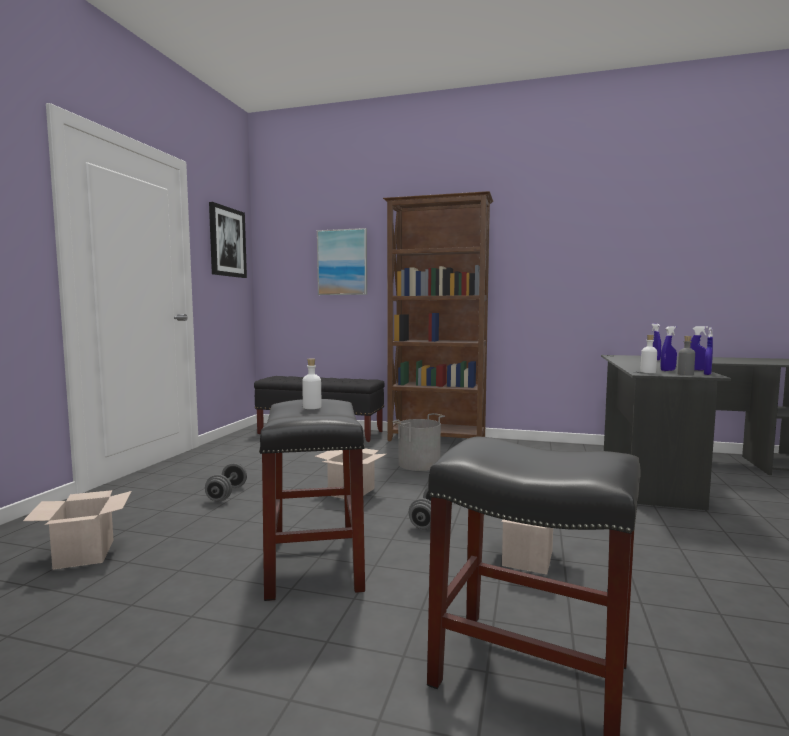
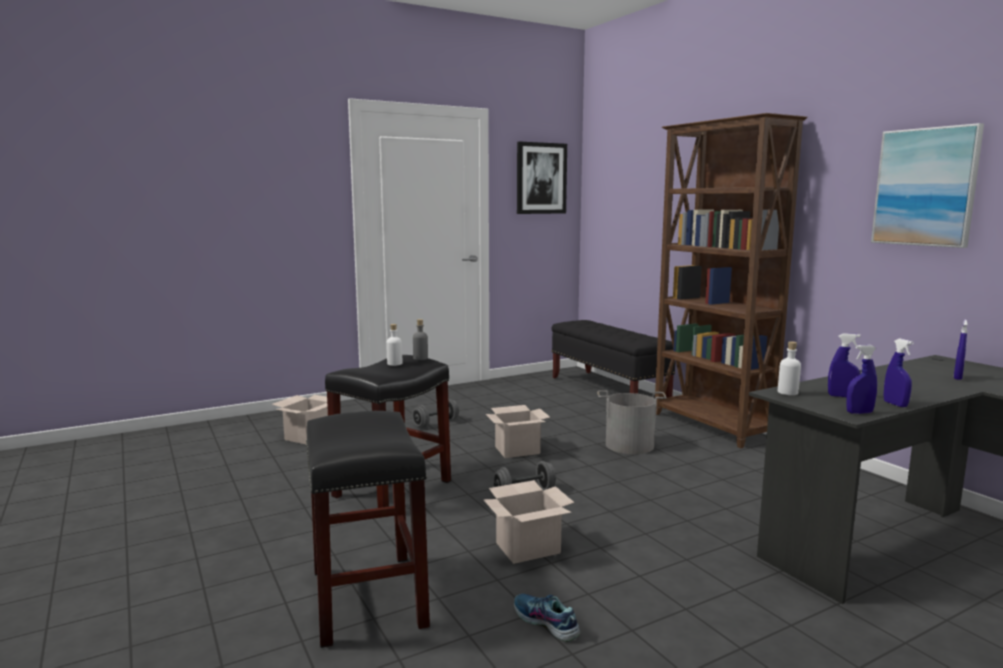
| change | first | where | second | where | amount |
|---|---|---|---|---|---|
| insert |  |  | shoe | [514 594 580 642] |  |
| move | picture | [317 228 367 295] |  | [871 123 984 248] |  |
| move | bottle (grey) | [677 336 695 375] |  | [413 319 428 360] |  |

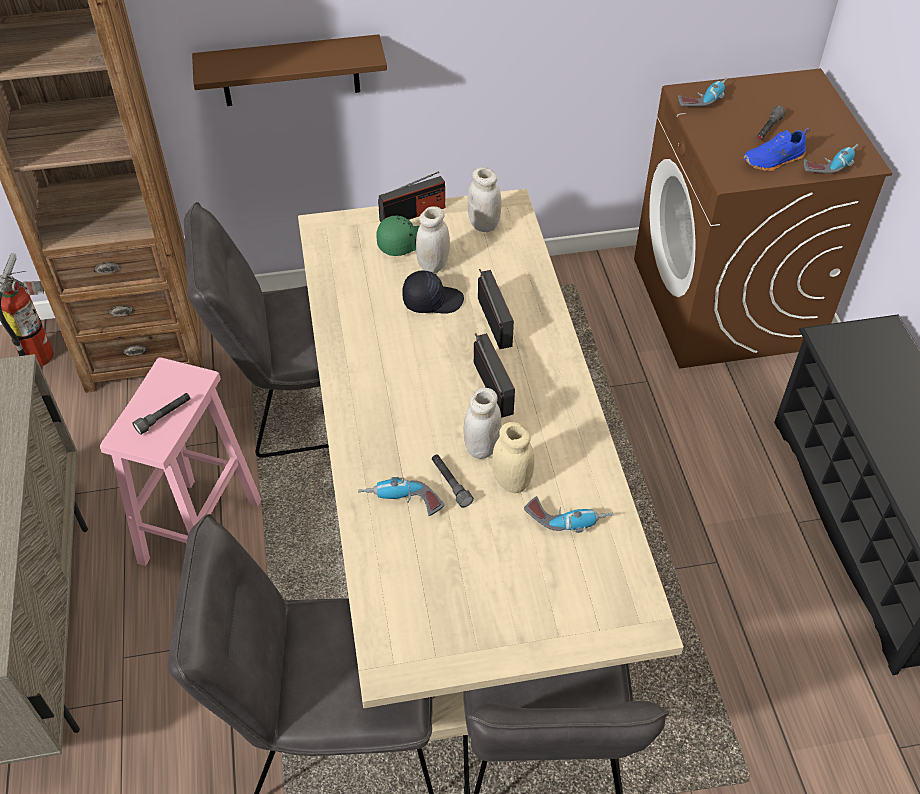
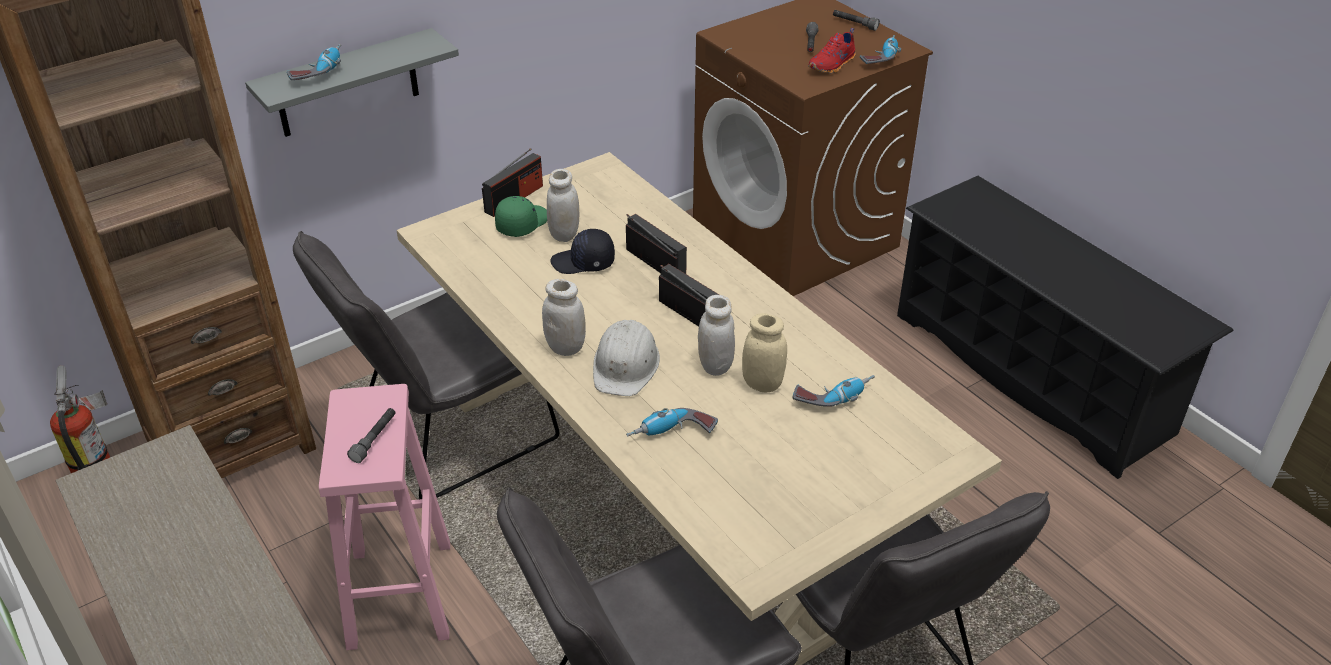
| change | first | where | second | where | amount |
|---|---|---|---|---|---|
| insert |  |  | hard hat (white) | [593 320 660 396] |  |
| move | flashlight (grey) | [432 455 474 508] |  | [833 10 880 31] |  |
| move | jar (white) | [467 167 501 232] |  | [542 279 586 356] |  |
| move | power drill | [678 78 727 106] |  | [287 44 341 80] |  |
| recolor | shelf (brown) | [192 34 387 106] | shelf (grey) | [245 28 459 137] |  |
| recolor | shoe (blue) | [743 127 810 171] | shoe (red) | [808 28 855 74] |  |
| rotate | cap (black) | [402 271 464 314] |  | [551 229 615 274] | 150 degrees counterclockwise |

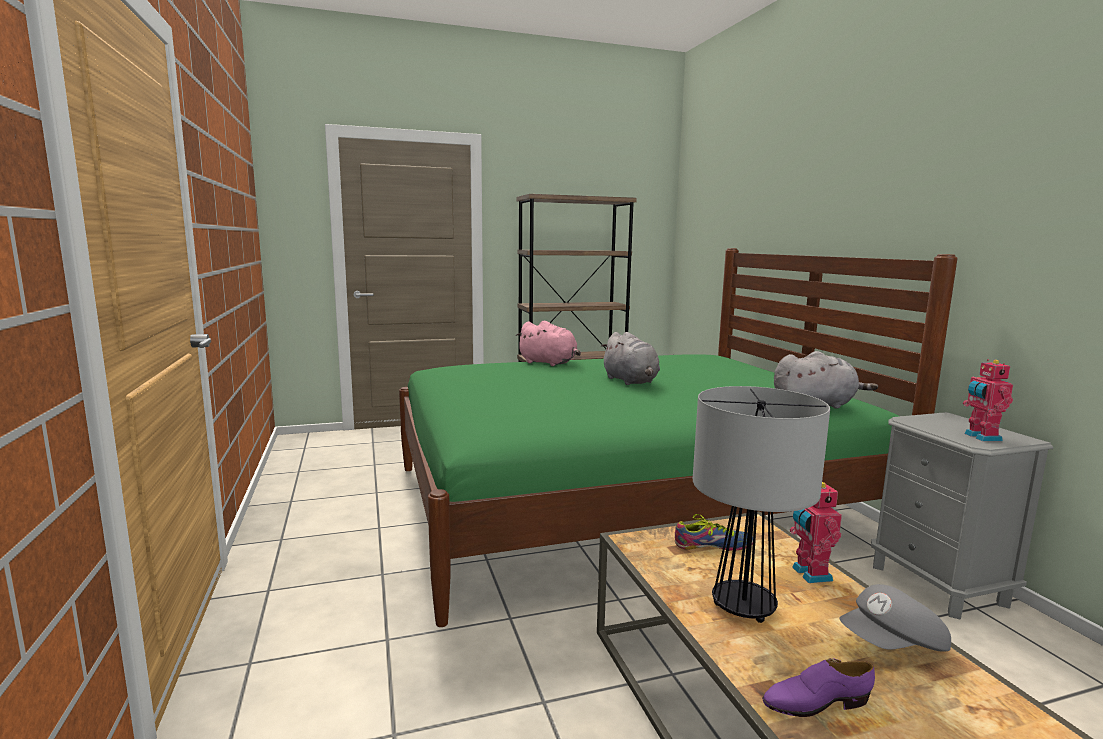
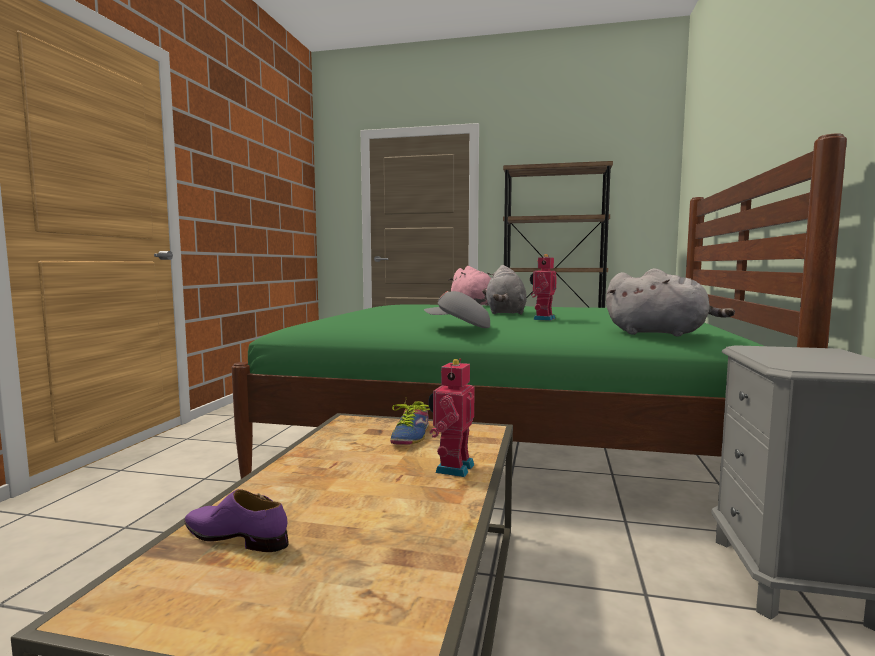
| change | first | where | second | where | amount |
|---|---|---|---|---|---|
| delete | table lamp | [693 386 830 623] |  |  |  |
| move | cap (grey) | [839 584 951 652] |  | [424 291 490 328] |  |
| move | toy robot | [963 359 1013 441] |  | [530 254 557 321] |  |
| rotate | shoe | [675 514 753 551] |  | [390 400 430 445] | 75 degrees clockwise |

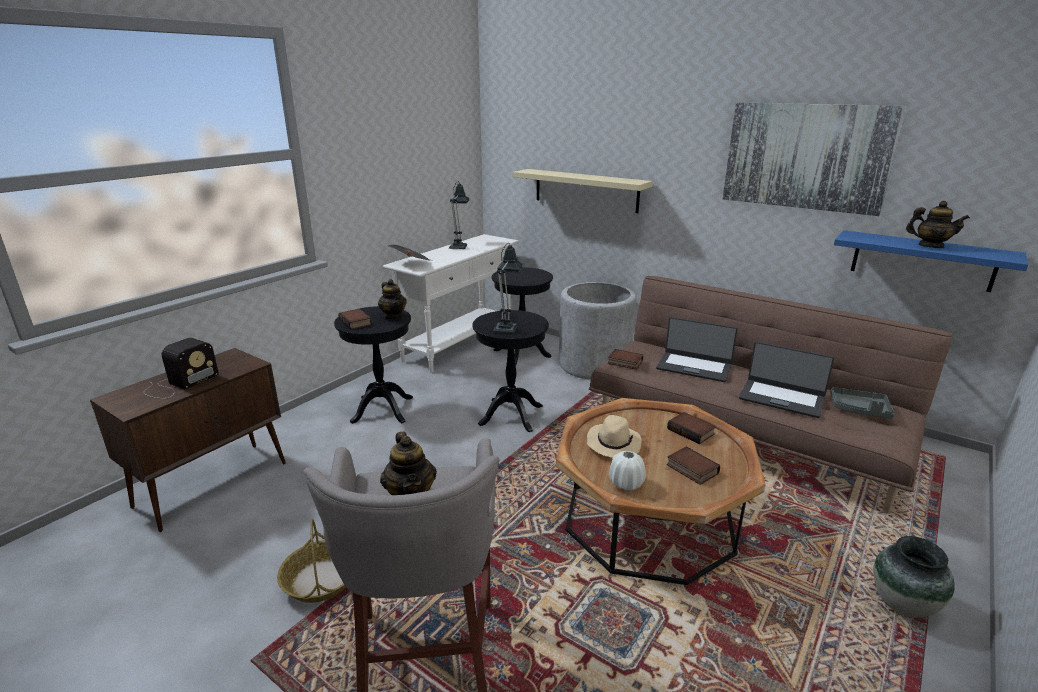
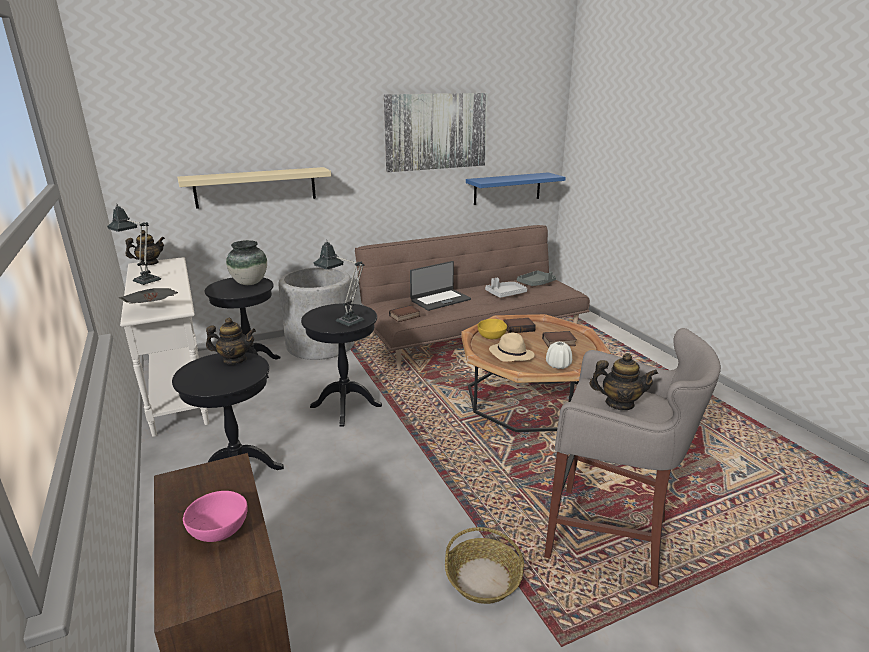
| change | first | where | second | where | amount |
|---|---|---|---|---|---|
| delete | book | [338 309 371 330] |  |  |  |
| insert |  |  | bowl (yellow) | [478 319 507 339] |  |
| move | vase | [873 536 955 618] |  | [226 240 267 285] |  |
| move | teapot | [906 201 970 248] |  | [126 230 165 265] |  |
| replace | radio | [144 338 219 399] | bowl (pink) | [183 491 248 542] |  |
| replace | laptop | [739 341 834 418] | tray (grey) | [485 278 527 298] |  |

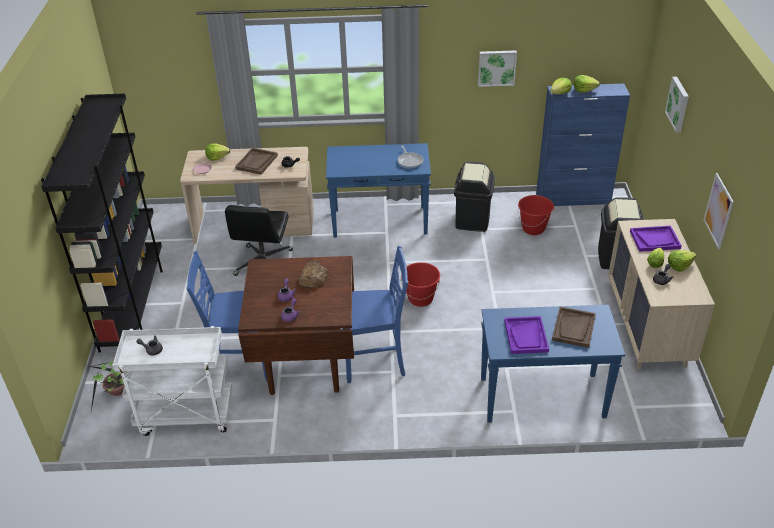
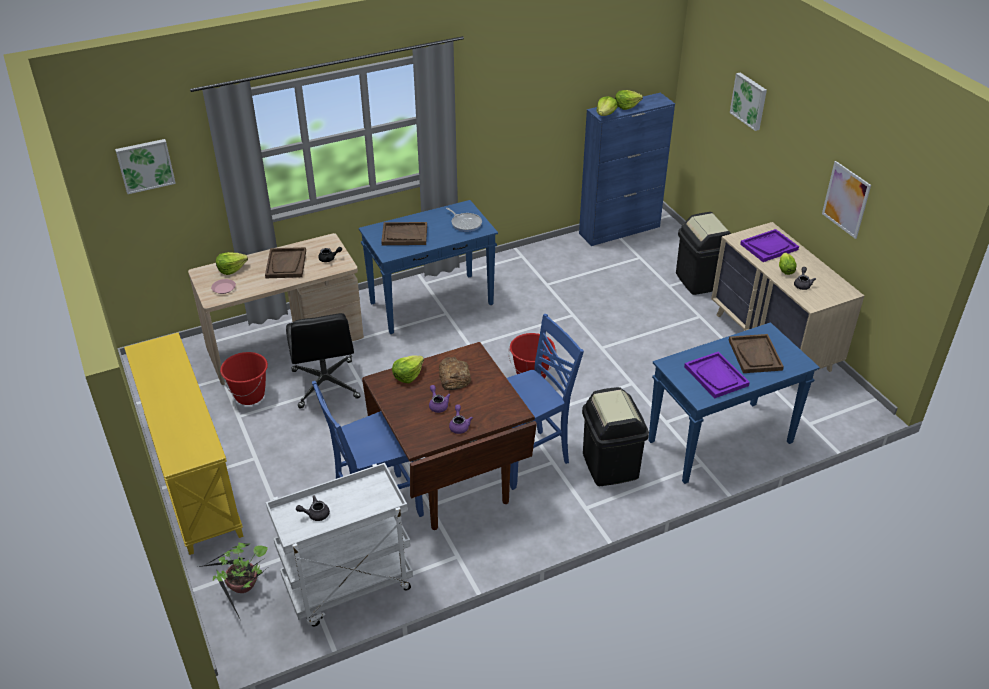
| change | first | where | second | where | amount |
|---|---|---|---|---|---|
| insert |  |  | tray (brown) | [381 222 427 245] |  |
| move | trash can (black) | [454 162 495 232] |  | [582 387 649 486] |  |
| move | picture | [478 50 517 87] |  | [115 139 176 194] |  |
| move | bucket (red) | [518 195 554 235] |  | [220 352 268 405] |  |
| move | lettuce | [668 250 696 272] |  | [392 356 424 383] |  |
| replace | bookcase (black) | [41 94 163 353] | console table (yellow) | [124 333 243 555] |  |

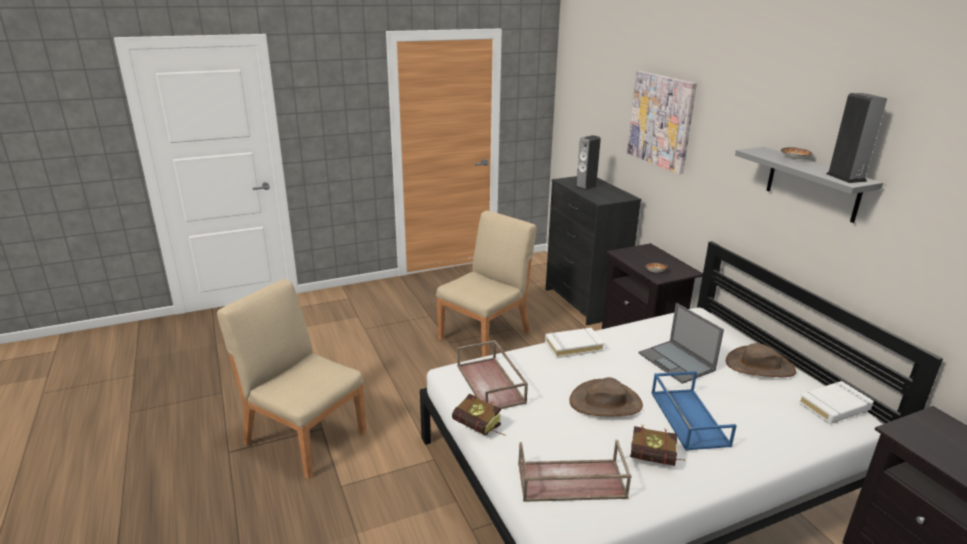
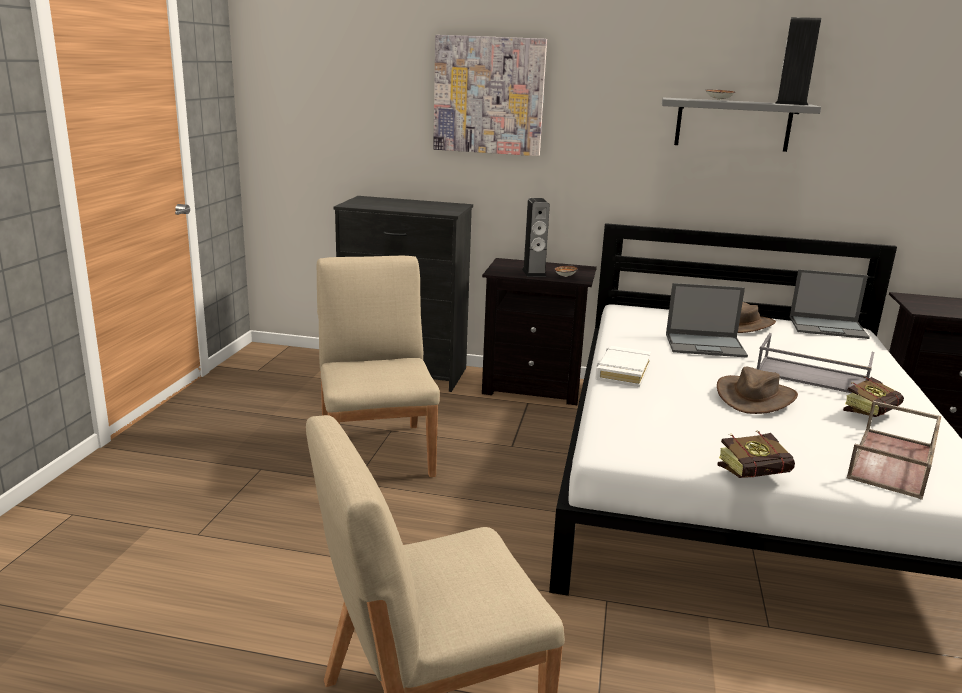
| change | first | where | second | where | amount |
|---|---|---|---|---|---|
| delete | tray (brown) | [457 340 528 409] |  |  |  |
| move | speaker | [575 135 601 191] |  | [522 198 550 277] |  |
| replace | book (white) | [798 381 874 424] | laptop | [790 269 870 339] |  |
| recolor | tray (blue) | [652 371 737 451] | tray (grey) | [757 333 874 393] |  |

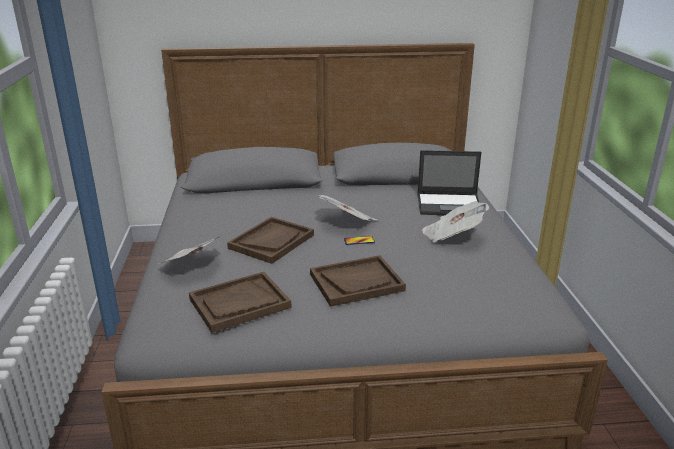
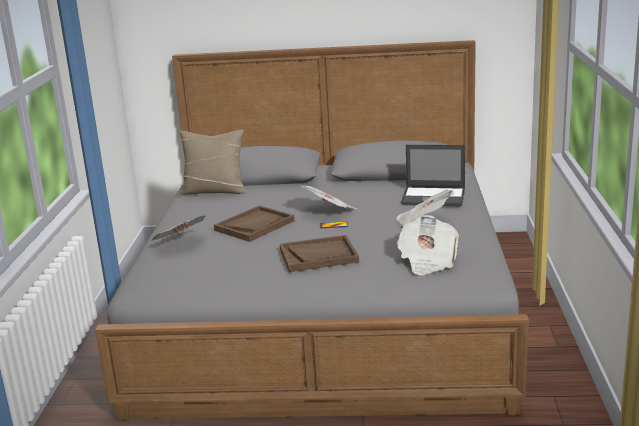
| change | first | where | second | where | amount |
|---|---|---|---|---|---|
| delete | tray (brown) | [189 272 292 333] |  |  |  |
| insert |  |  | pillow (beige) | [180 129 246 195] |  |
| insert |  |  | newspaper | [396 215 459 275] |  |

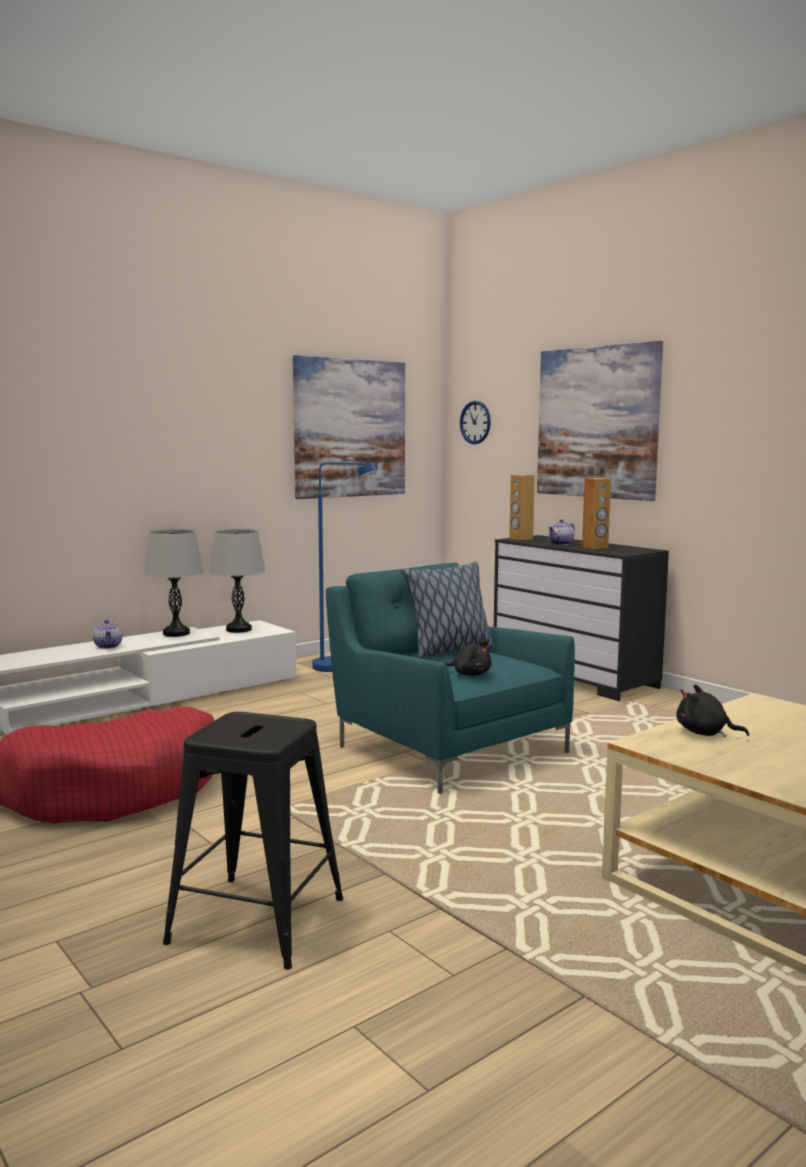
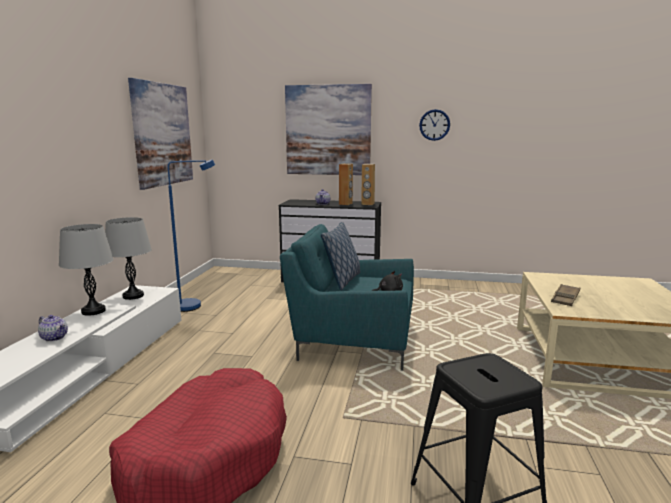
| change | first | where | second | where | amount |
|---|---|---|---|---|---|
| move | wall clock | [460 401 491 444] |  | [419 109 450 141] |  |
| move | speaker (brown) | [509 474 535 540] |  | [361 164 375 205] |  |
| replace | plush toy (black) | [676 685 749 737] | tray (brown) | [551 284 580 306] |  |

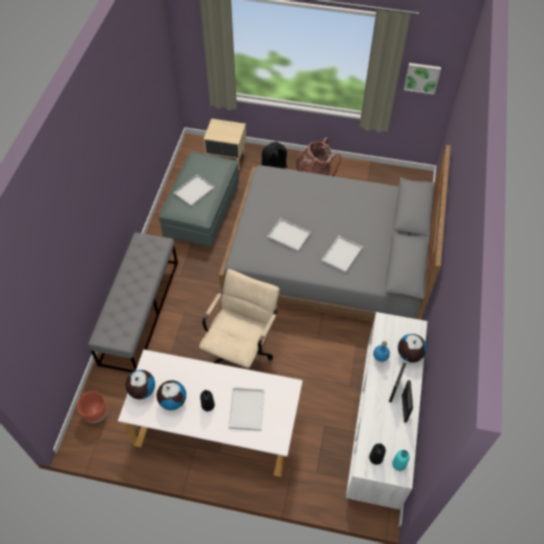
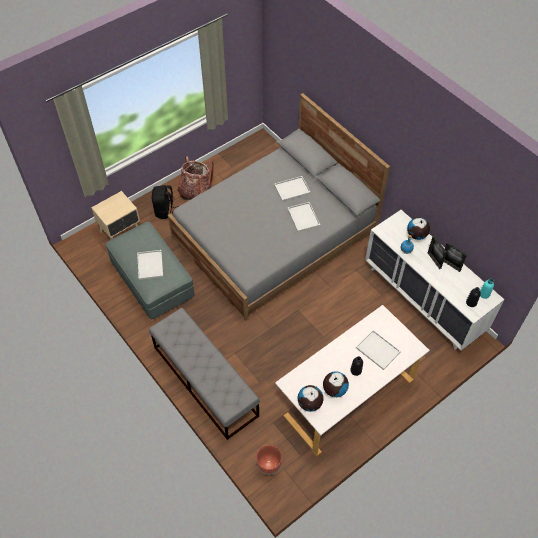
| change | first | where | second | where | amount |
|---|---|---|---|---|---|
| delete | office chair (beige) | [199 269 279 368] |  |  |  |
| delete | picture | [404 63 441 94] |  |  |  |
| move | tray (white) | [267 218 311 252] |  | [274 176 311 202] |  |

